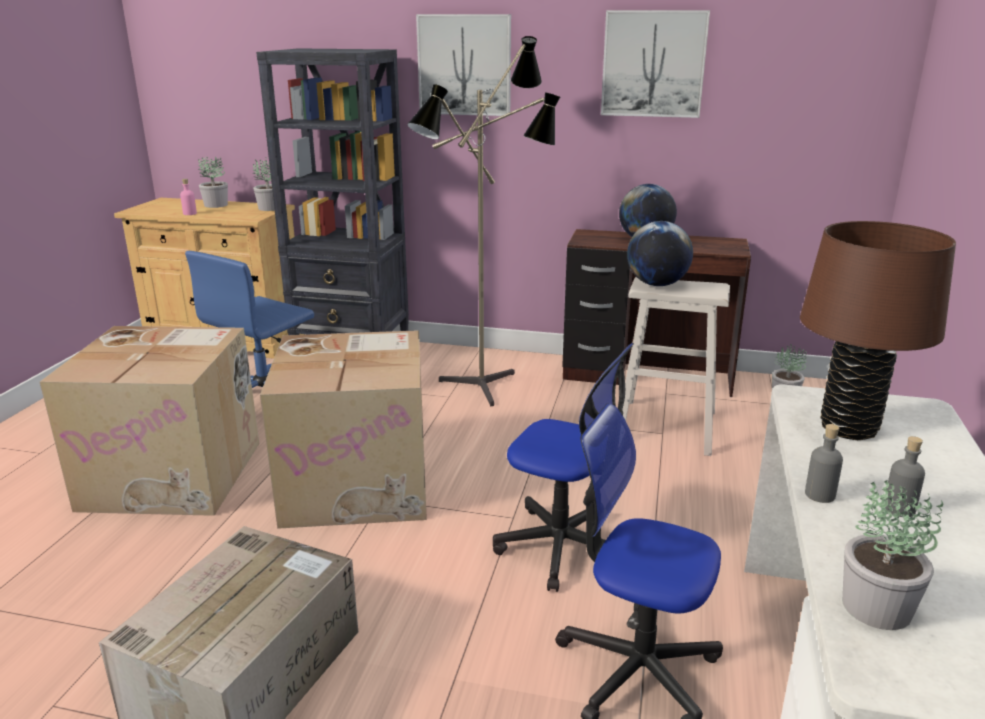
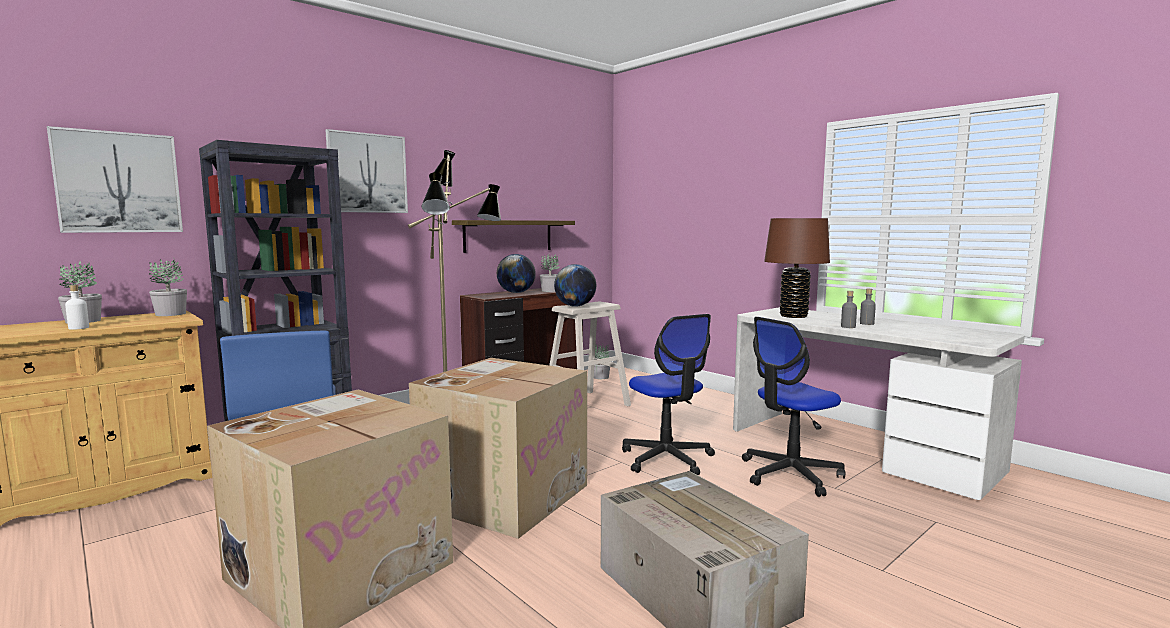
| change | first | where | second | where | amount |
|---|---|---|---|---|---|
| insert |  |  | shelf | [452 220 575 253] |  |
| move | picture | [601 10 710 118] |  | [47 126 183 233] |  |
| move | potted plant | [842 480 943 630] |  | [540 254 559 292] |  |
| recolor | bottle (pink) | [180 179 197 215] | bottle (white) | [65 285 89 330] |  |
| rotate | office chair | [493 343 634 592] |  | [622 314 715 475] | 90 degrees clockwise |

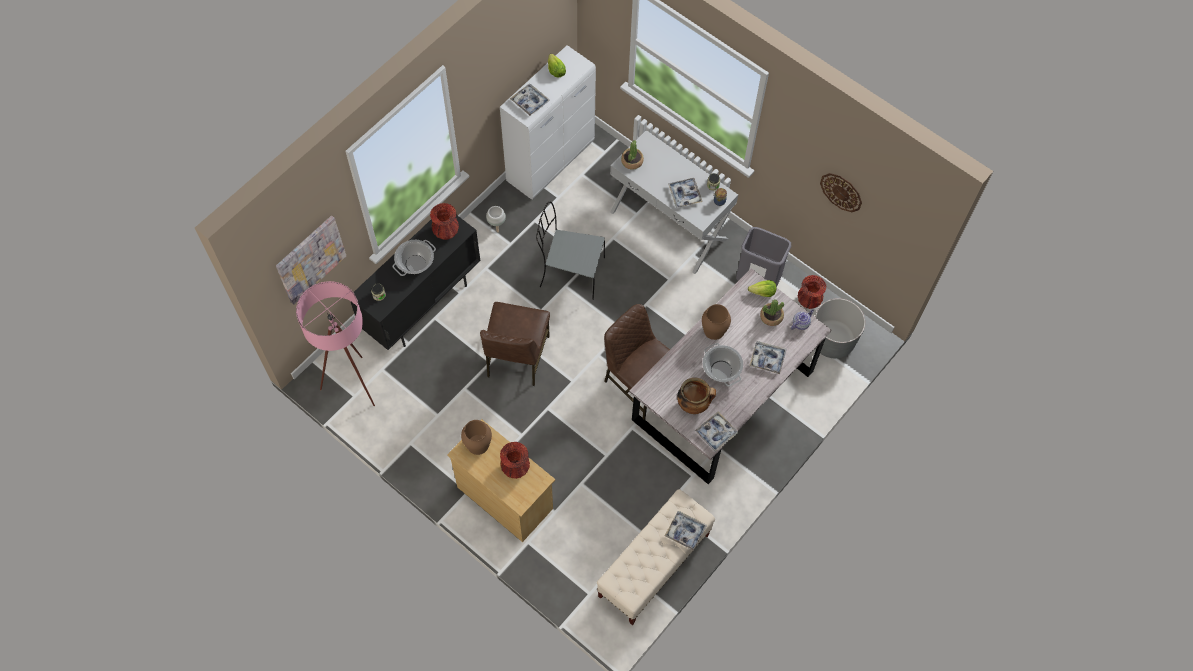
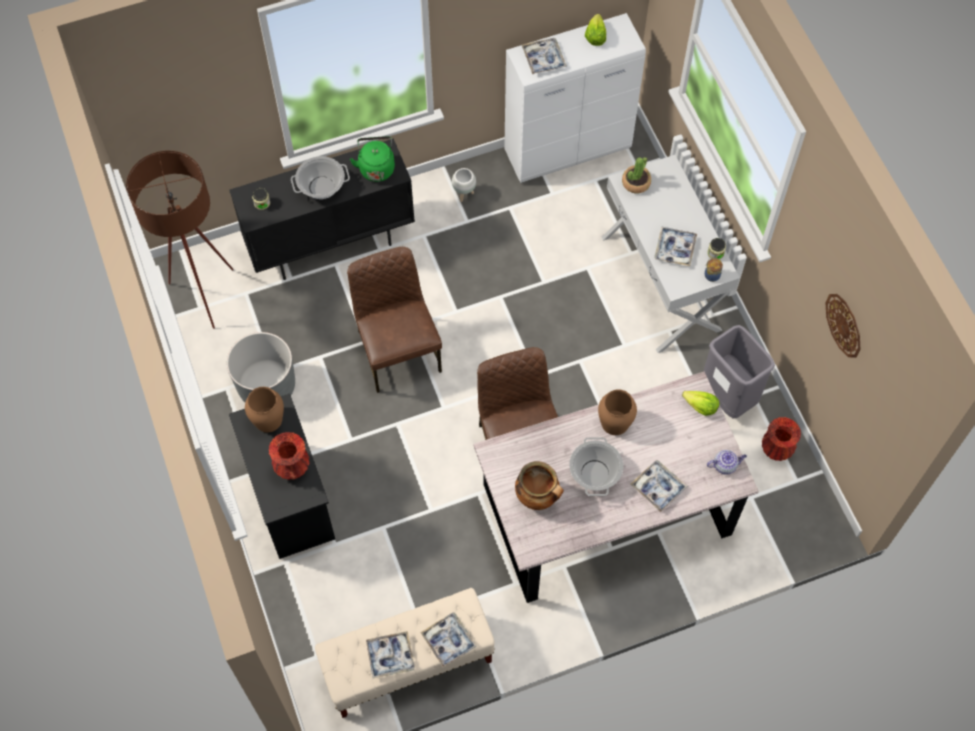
| change | first | where | second | where | amount |
|---|---|---|---|---|---|
| delete | picture | [276 216 346 305] |  |  |  |
| delete | chair (grey) | [536 202 605 299] |  |  |  |
| delete | potted plant | [760 299 784 326] |  |  |  |
| move | tray | [695 411 738 452] |  | [366 631 415 678] |  |
| move | planter (grey) | [815 298 865 358] |  | [227 332 295 402] |  |
| replace | vase (red) | [430 203 459 240] | kettle (green) | [350 136 395 182] |  |
| recolor | floor lamp (pink) | [296 281 375 406] | floor lamp (brown) | [126 151 234 329] |  |
| recolor | dresser (beige) | [447 419 555 542] | dresser (black) | [229 394 335 559] |  |
| rotate | chair (brown) | [480 302 550 386] |  | [347 247 442 393] | 120 degrees clockwise |

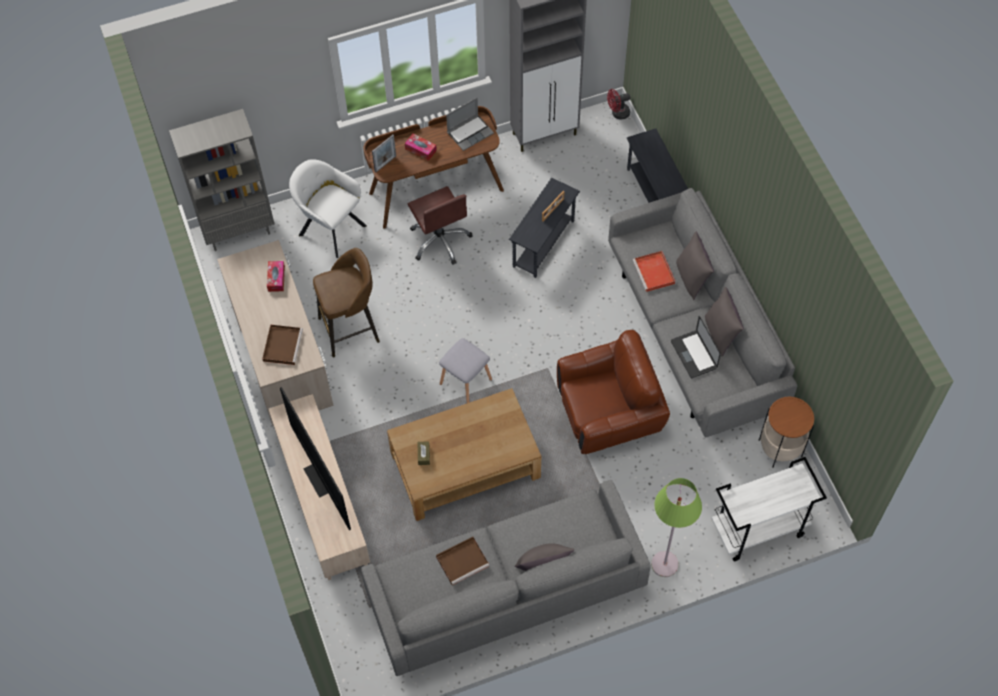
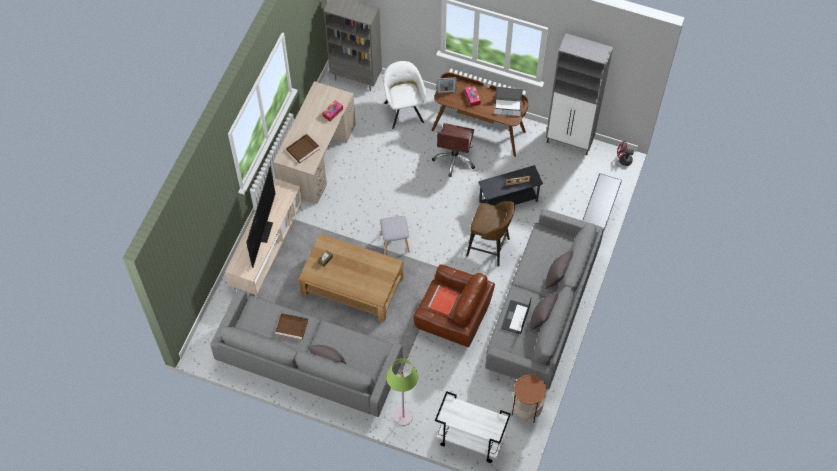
| change | first | where | second | where | amount |
|---|---|---|---|---|---|
| move | stool (brown) | [313 248 380 357] |  | [466 201 515 267] |  |
| move | tray (red) | [633 251 675 292] |  | [428 285 459 317] |  |

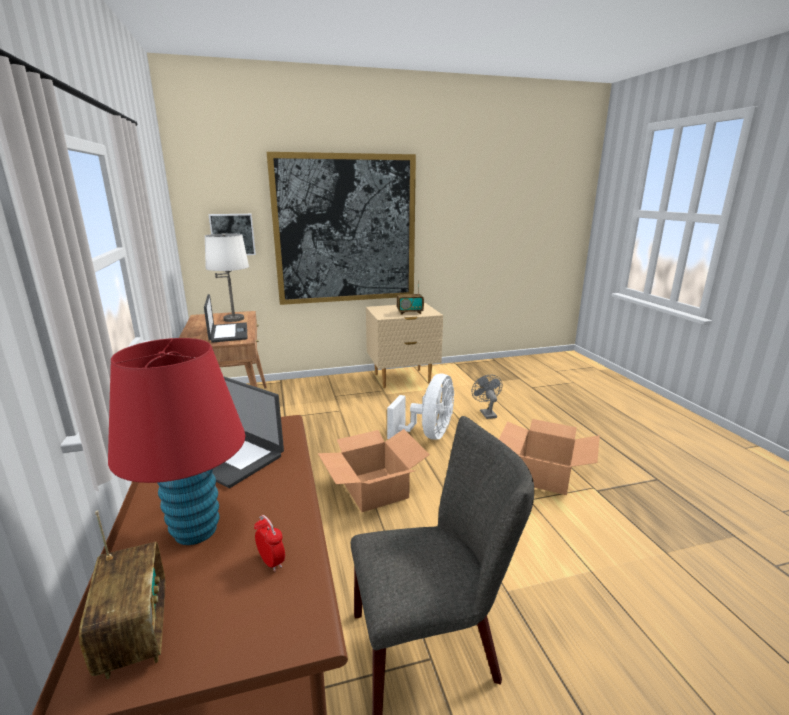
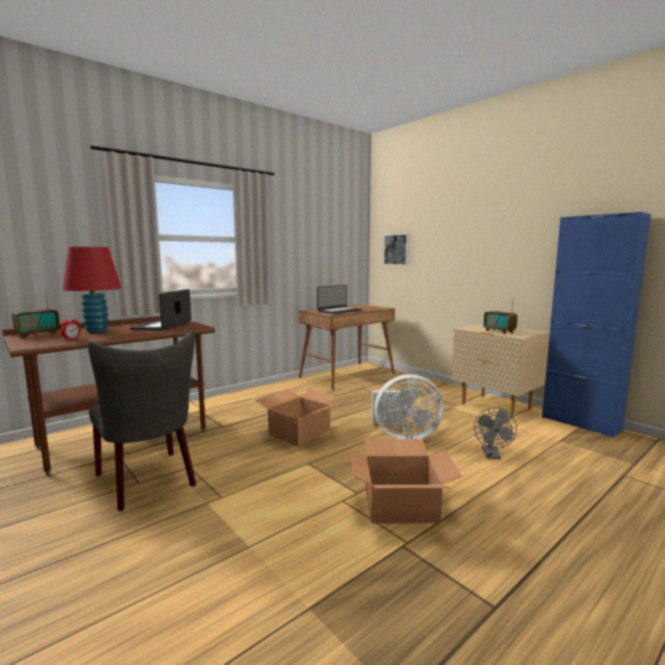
| change | first | where | second | where | amount |
|---|---|---|---|---|---|
| delete | table lamp (white) | [205 233 249 322] |  |  |  |
| delete | picture | [267 152 416 305] |  |  |  |
| insert |  |  | cabinet (blue) | [542 212 651 438] |  |
| rotate | fan (grey) | [472 375 503 419] |  | [474 407 517 459] | 135 degrees clockwise |

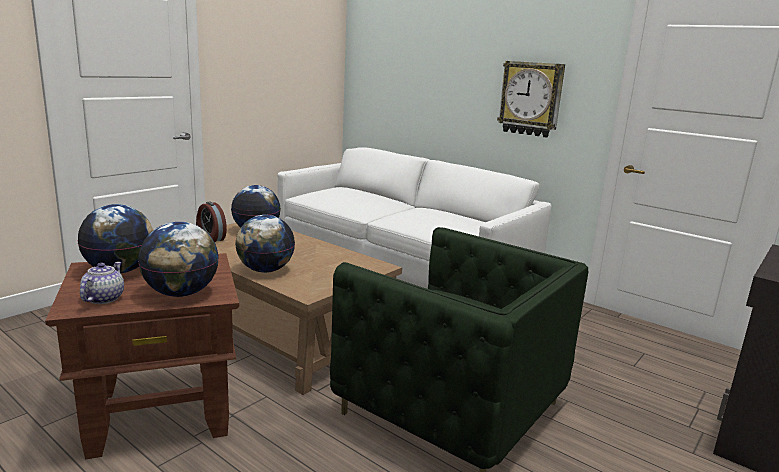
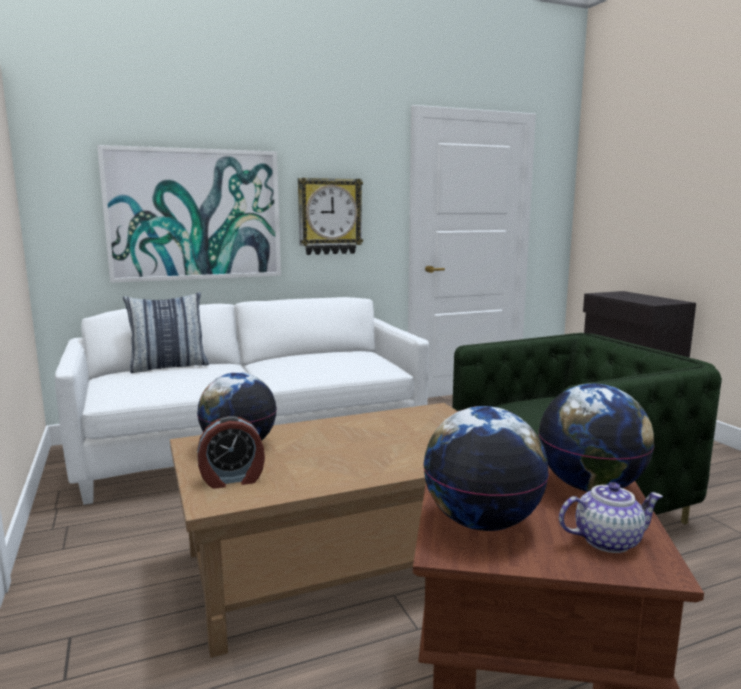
| change | first | where | second | where | amount |
|---|---|---|---|---|---|
| delete | globe | [235 215 295 273] |  |  |  |
| insert |  |  | picture | [97 145 281 283] |  |
| insert |  |  | pillow | [123 292 209 373] |  |
| rotate | teapot | [80 262 124 304] |  | [559 482 663 553] | 135 degrees clockwise |

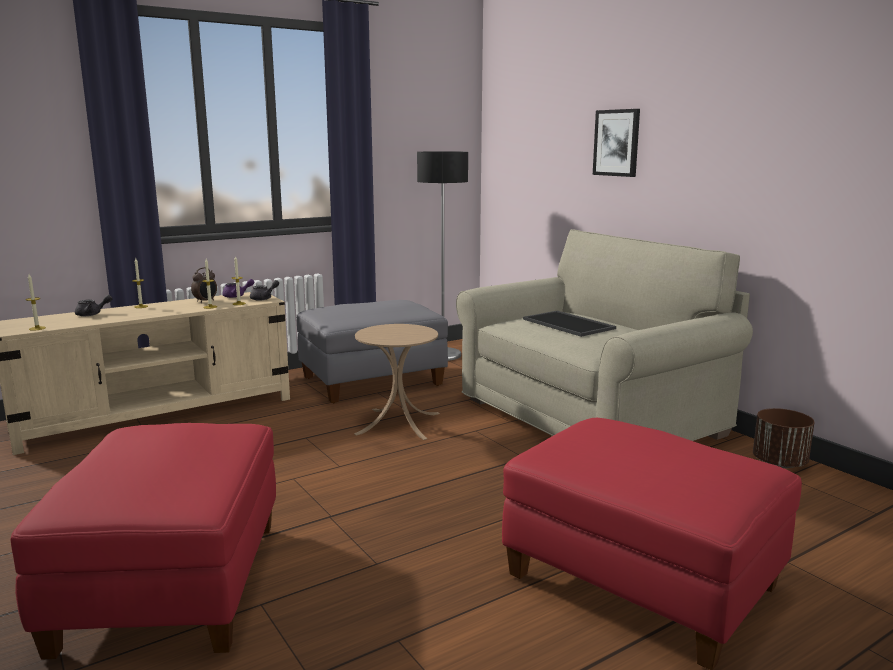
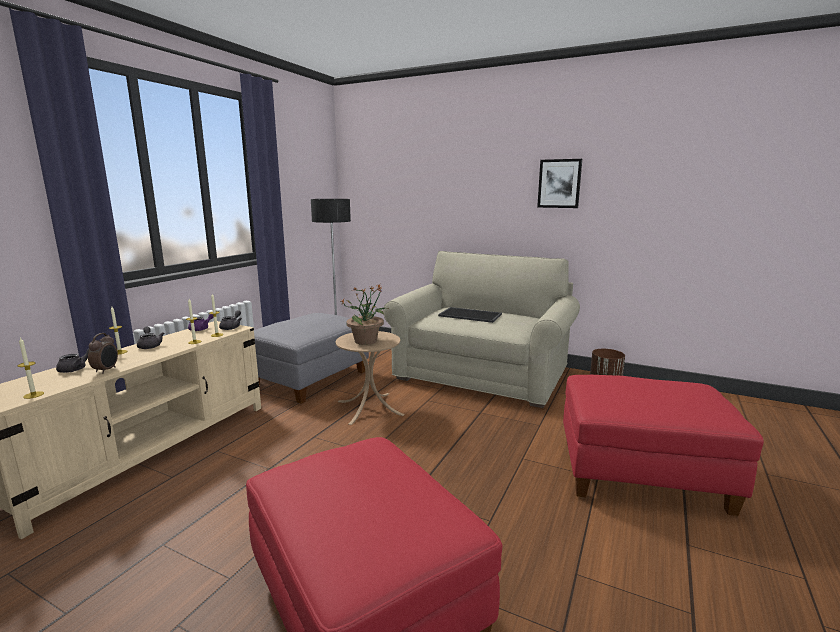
| change | first | where | second | where | amount |
|---|---|---|---|---|---|
| insert |  |  | teapot (grey) | [137 327 164 349] |  |
| insert |  |  | potted plant | [341 285 388 345] |  |
| move | alarm clock | [191 267 217 303] |  | [88 333 118 374] |  |
| move | picture | [593 109 640 177] |  | [537 159 582 208] |  |

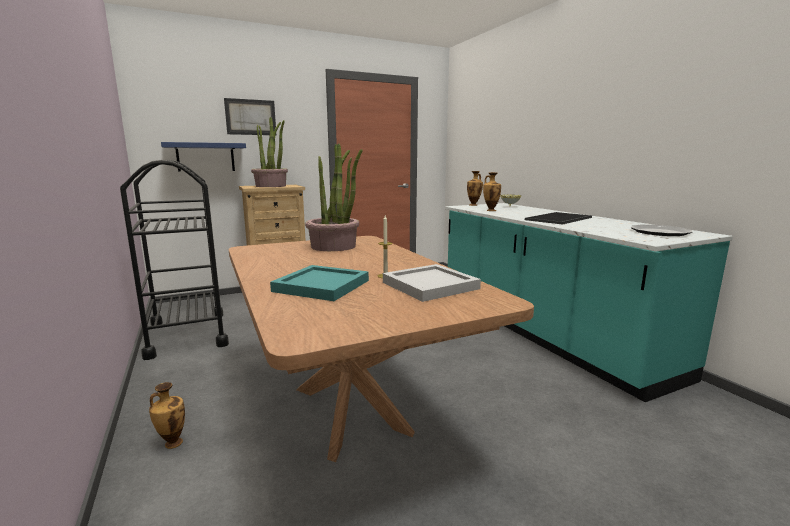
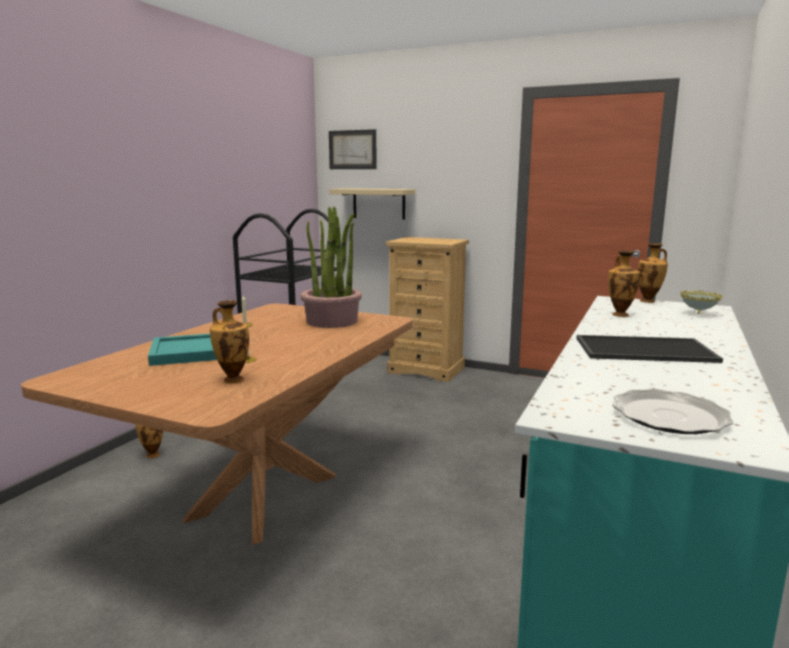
| change | first | where | second | where | amount |
|---|---|---|---|---|---|
| delete | potted plant | [251 117 288 187] |  |  |  |
| move | picture | [224 98 276 135] |  | [329 129 377 169] |  |
| replace | tray (white) | [383 264 481 302] | vase | [210 300 249 383] |  |
| recolor | shelf (blue) | [161 142 246 172] | shelf (beige) | [329 188 415 219] |  |

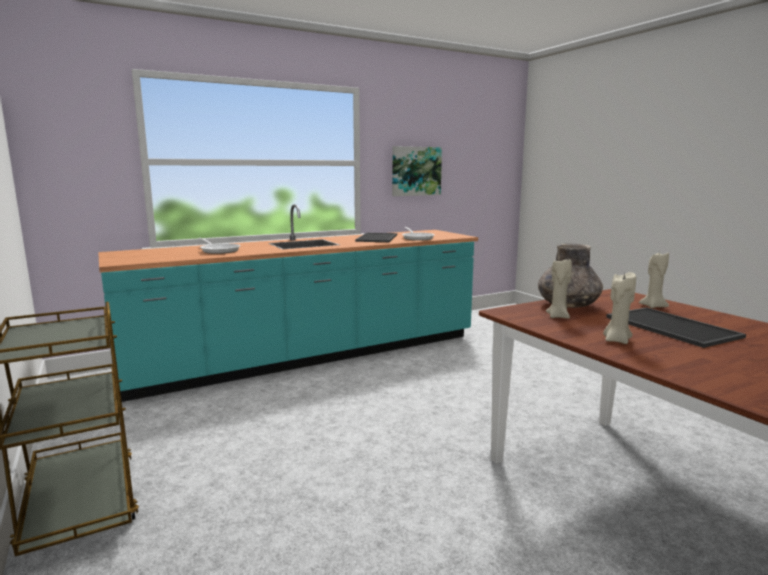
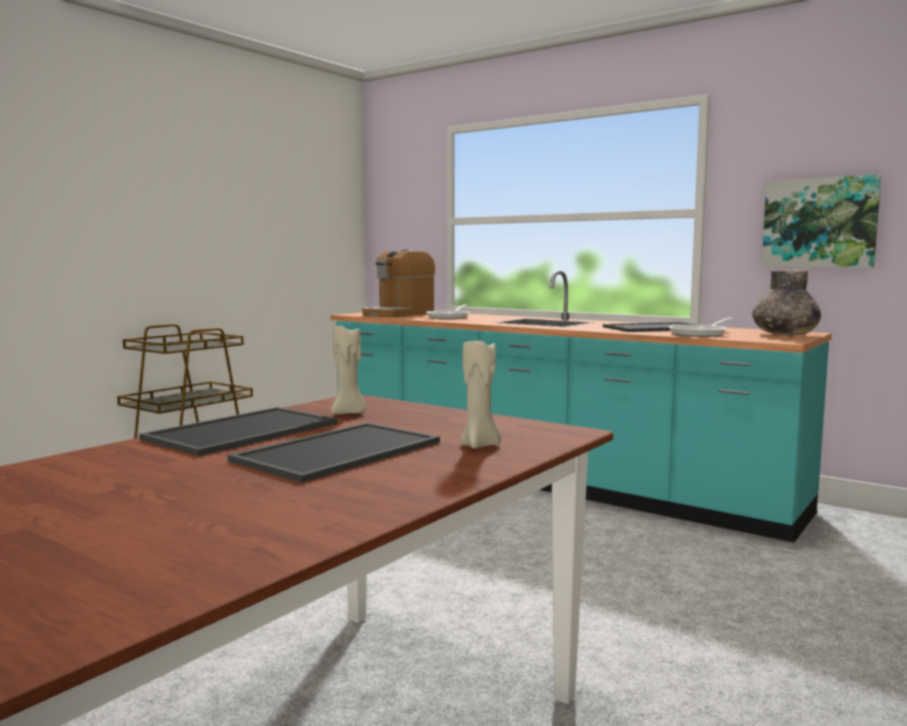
| change | first | where | second | where | amount |
|---|---|---|---|---|---|
| insert |  |  | coffee machine | [363 250 435 318] |  |
| move | vase (grey) | [538 243 603 308] |  | [752 270 821 335] |  |
| replace | candle (beige) | [603 272 636 344] | tray | [139 407 338 456] |  |

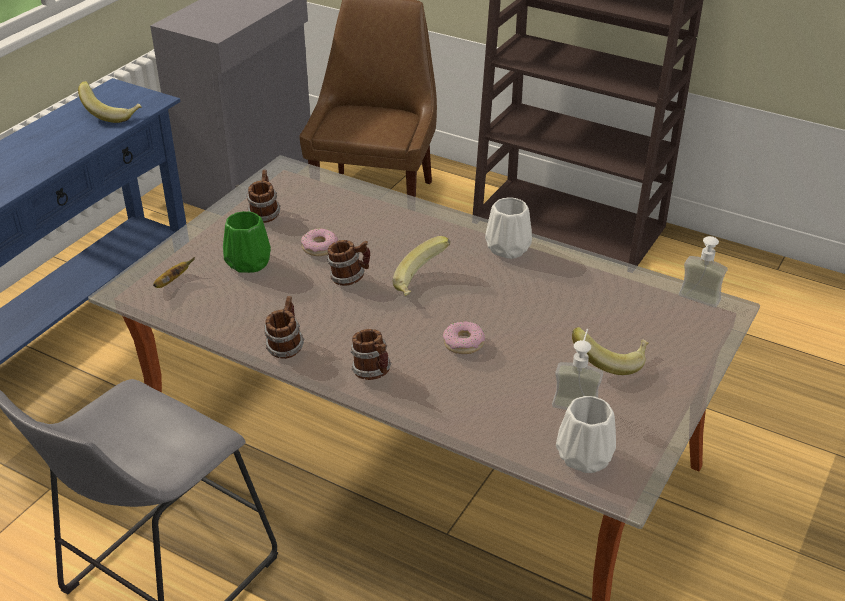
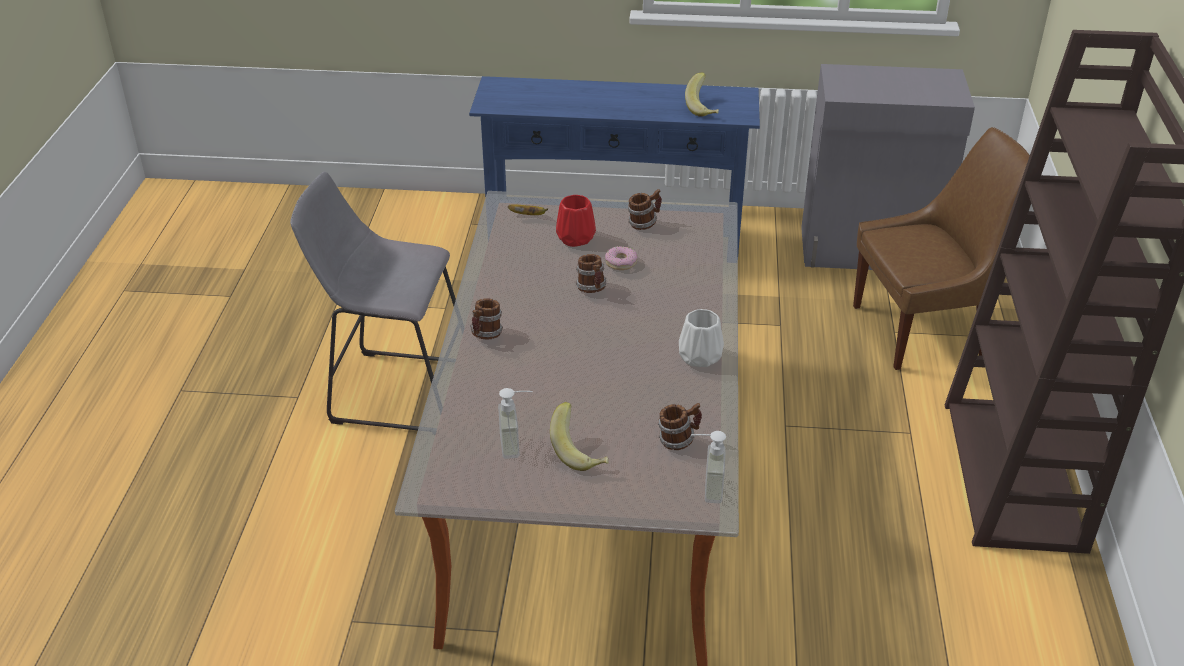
| change | first | where | second | where | amount |
|---|---|---|---|---|---|
| delete | banana | [393 236 450 296] |  |  |  |
| delete | donut | [443 321 485 354] |  |  |  |
| delete | vase (white) | [556 396 616 473] |  |  |  |
| move | mug | [264 296 304 359] |  | [658 403 702 450] |  |
| recolor | vase (green) | [223 211 271 273] | vase (red) | [556 195 596 247] |  |

